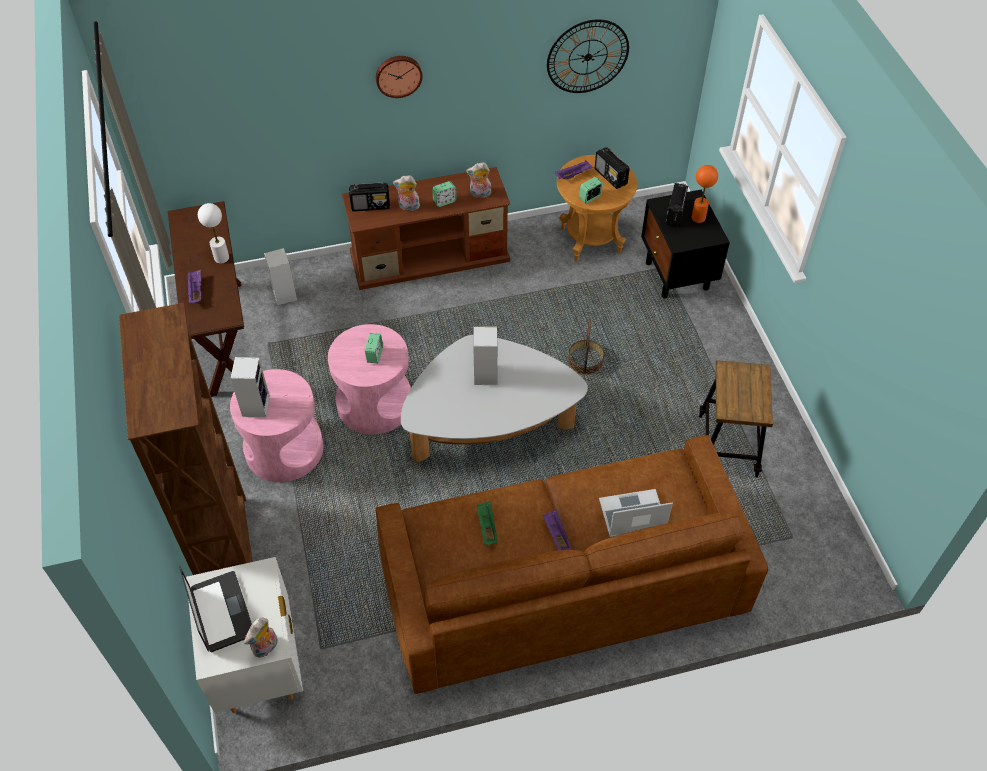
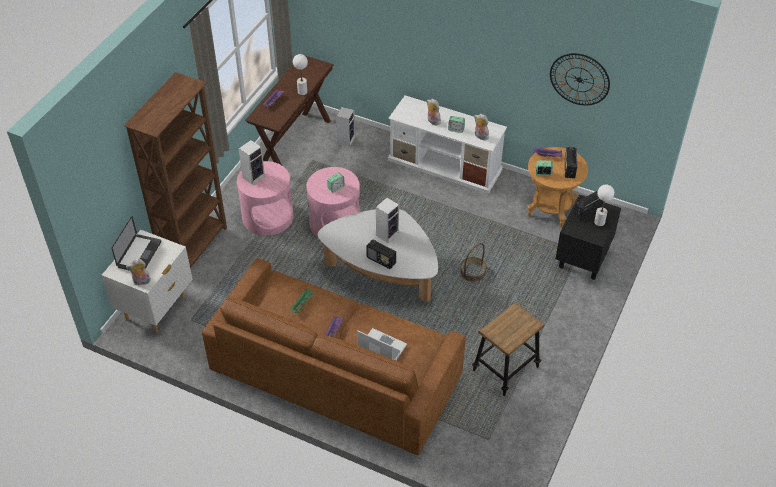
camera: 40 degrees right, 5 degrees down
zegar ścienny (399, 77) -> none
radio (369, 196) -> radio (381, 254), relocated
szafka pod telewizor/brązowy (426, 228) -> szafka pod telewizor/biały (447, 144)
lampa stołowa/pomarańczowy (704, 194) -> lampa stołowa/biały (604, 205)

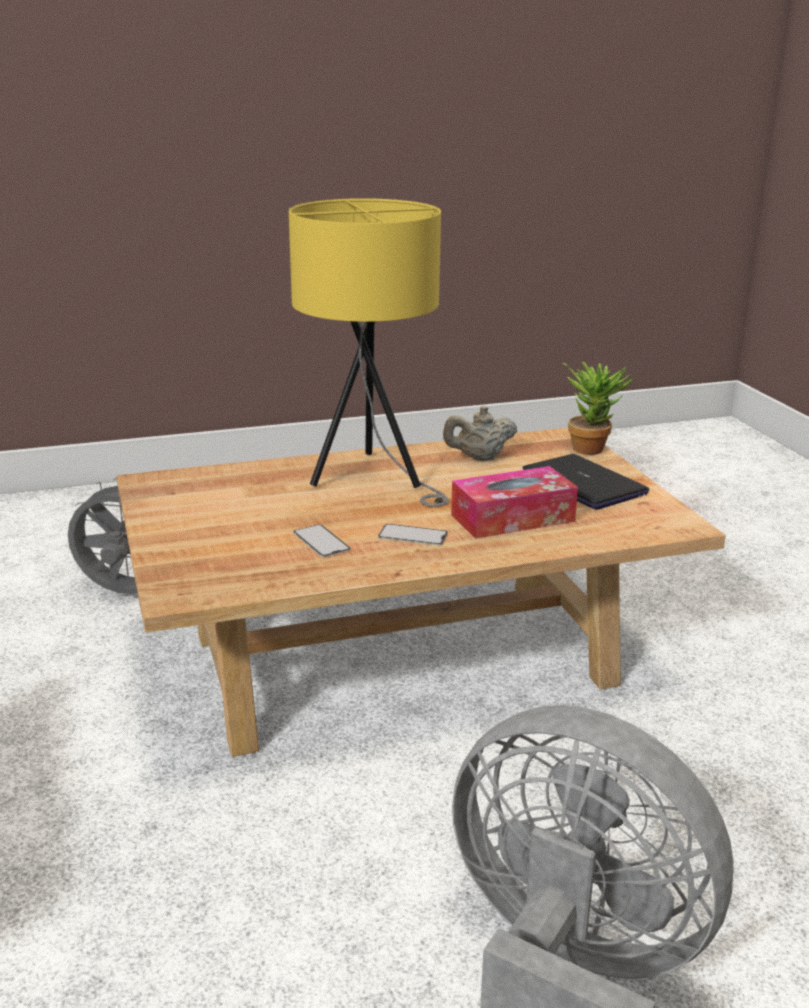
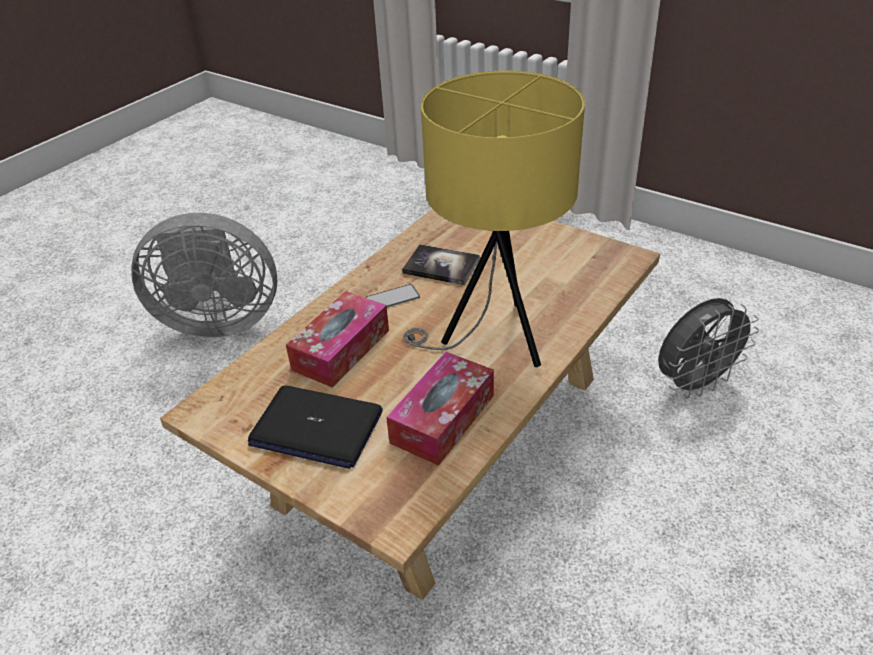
camera: 145 degrees right, 15 degrees up
roślina doniczkowa (598, 408) -> none
telefon (322, 540) -> książka (441, 264)
imbryk/beżowy (480, 433) -> pudełko chusteczek (440, 409)

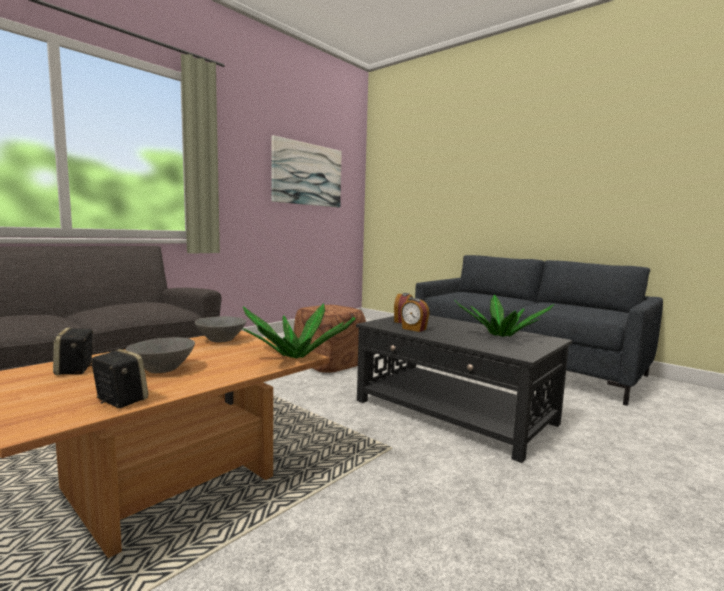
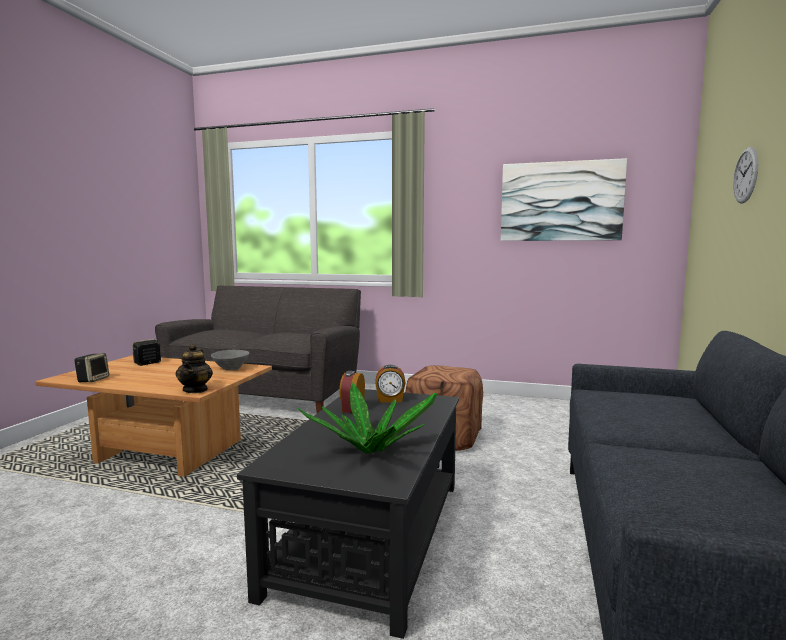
camera: 65 degrees right, 0 degrees up
miska/szary (160, 355) -> none
none -> zegar ścienny (745, 175)
roślina doniczkowa (298, 330) -> imbryk (194, 368)

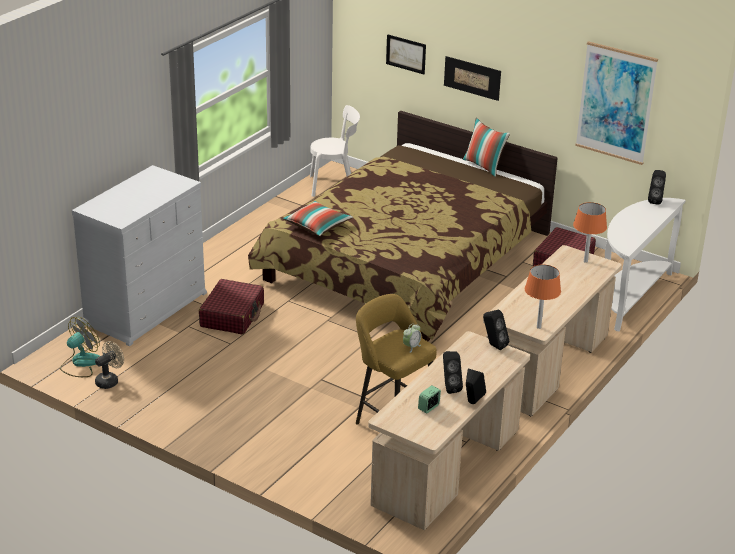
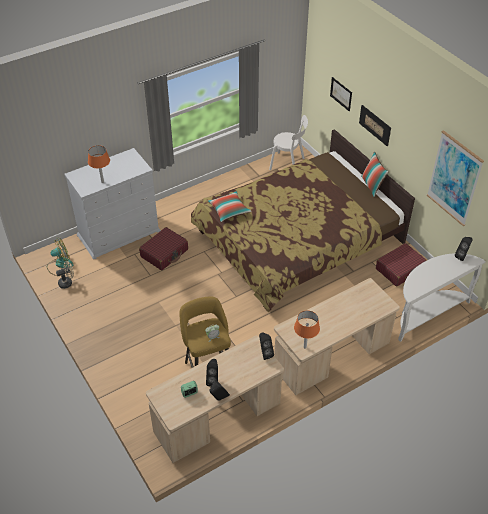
camera: 25 degrees right, 15 degrees up
lampa stołowa/pomarańczowy (590, 232) -> lampa stołowa/pomarańczowy (99, 164), relocated

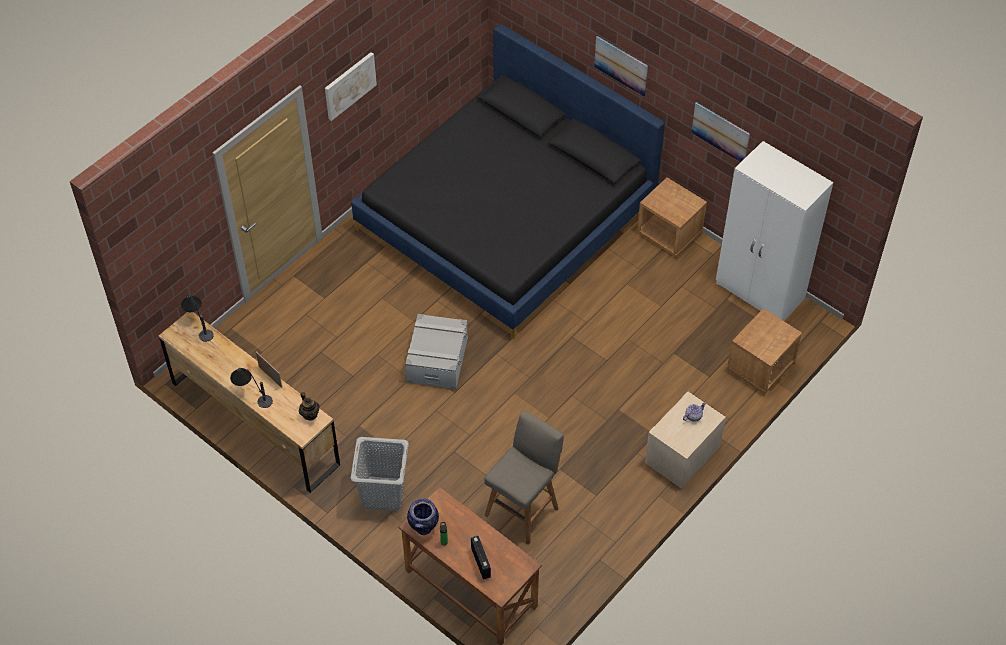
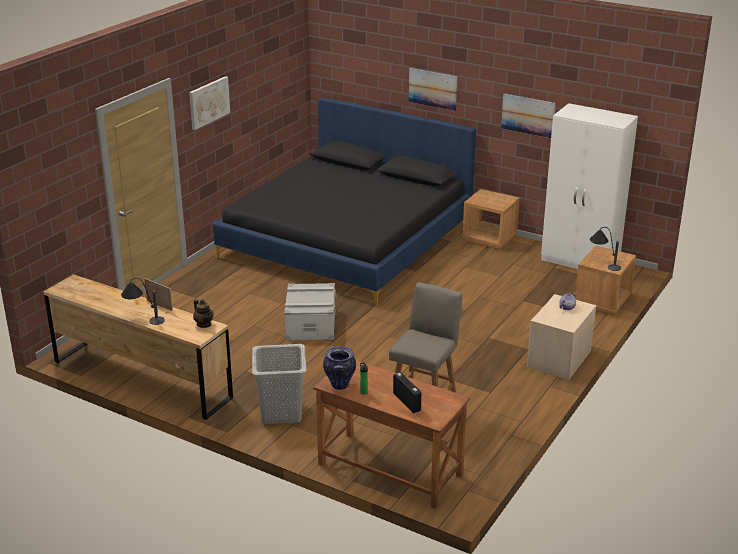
camera: 10 degrees left, 25 degrees down
lampa stołowa (197, 318) -> lampa stołowa (605, 249), relocated

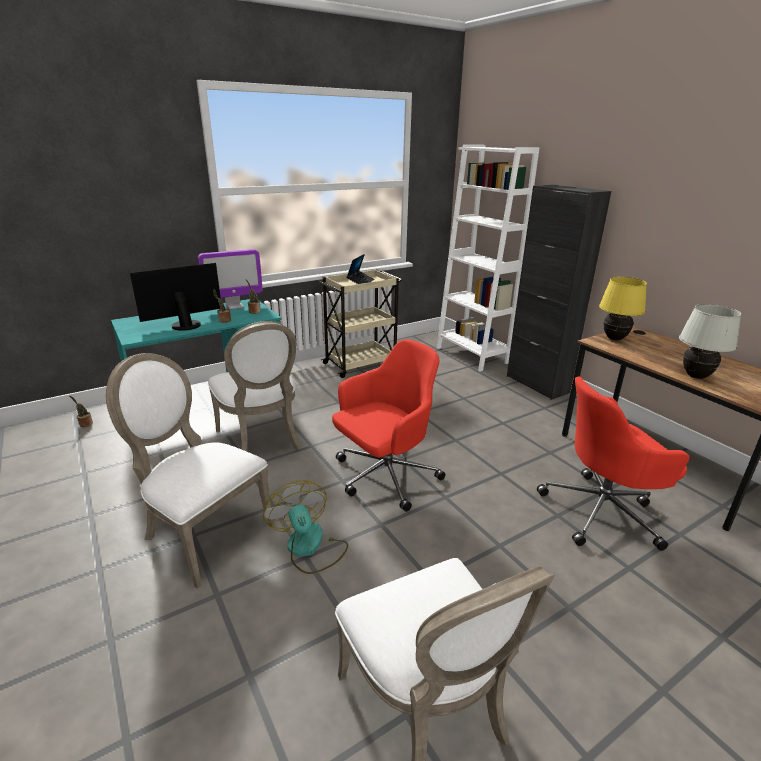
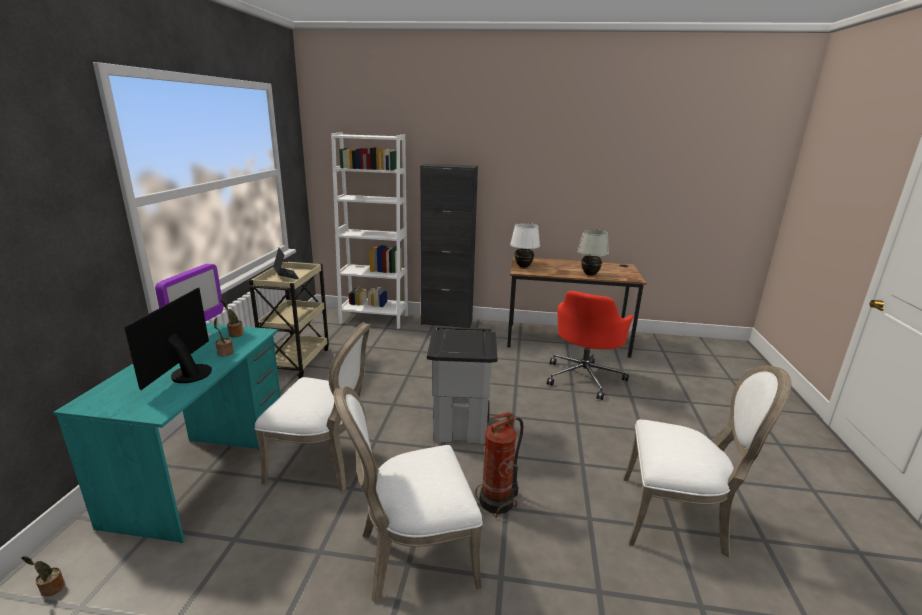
camera: 50 degrees left, 5 degrees down
wentylator (305, 527) -> gaśnica (499, 464)
krzesło biurowe/czerwony (389, 425) -> kosz na śmieci/szary (462, 385)
lampa stołowa/żółty (623, 308) -> lampa stołowa/biały (525, 245)

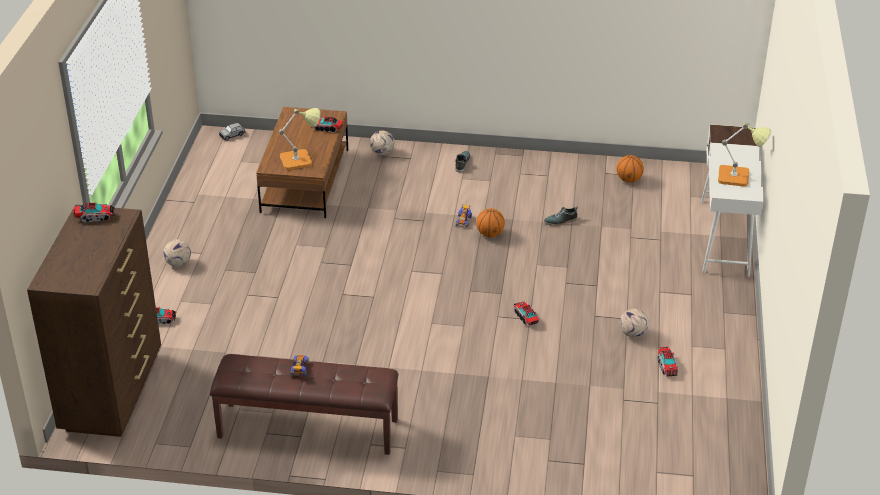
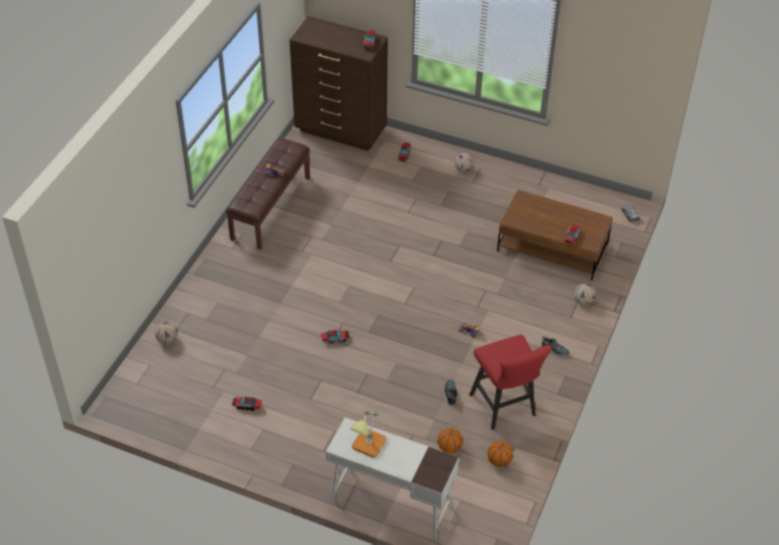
camera: 105 degrees right, 10 degrees up
lampa stołowa (300, 139) -> none
none -> stołek/czerwony (510, 382)
piłka do koszykówki (490, 222) -> piłka do koszykówki (450, 441), relocated
piłka futbolowa (634, 323) -> piłka futbolowa (166, 333), relocated

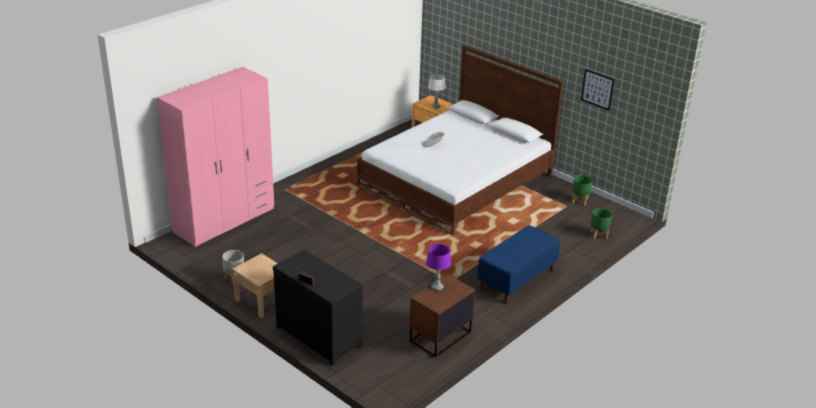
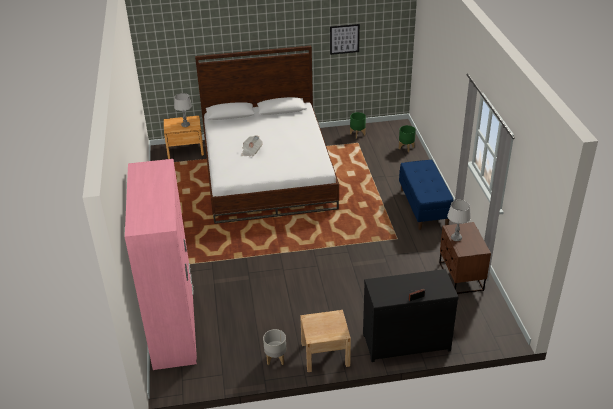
camera: 50 degrees left, 5 degrees up
lampa stołowa/fioletowy (438, 267) -> lampa stołowa/szary (459, 220)

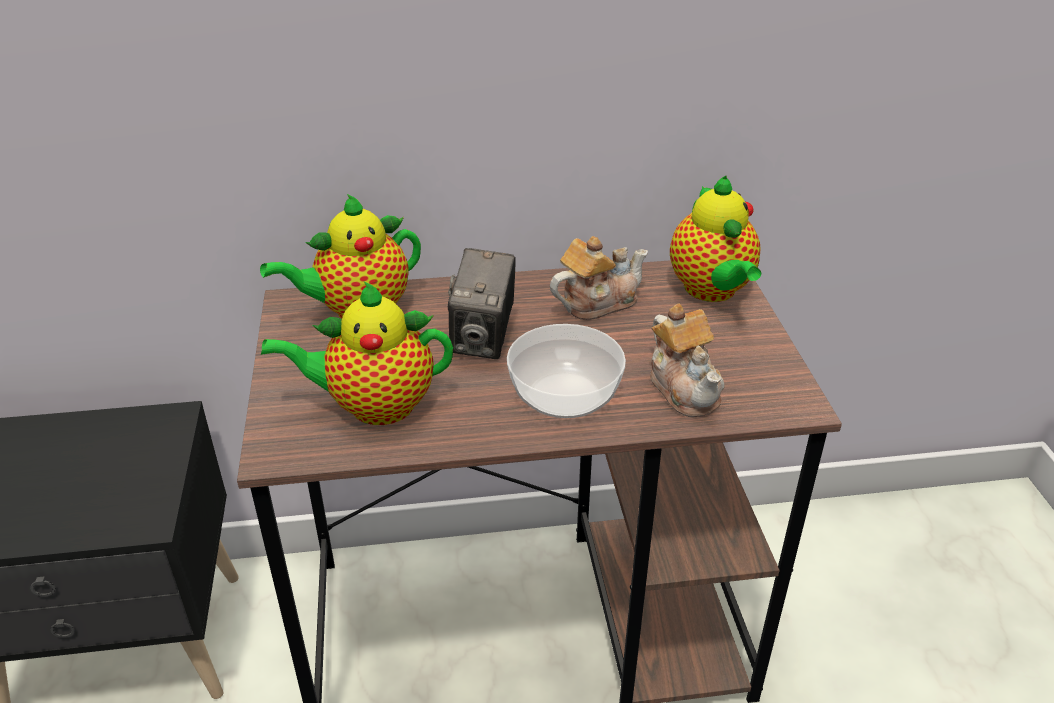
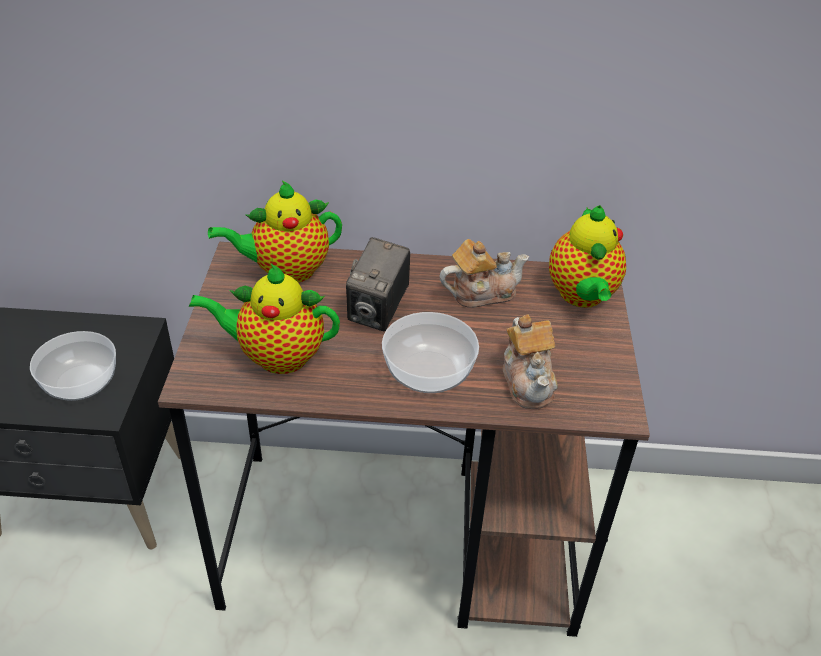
camera: 10 degrees right, 5 degrees up
none -> miska (73, 366)

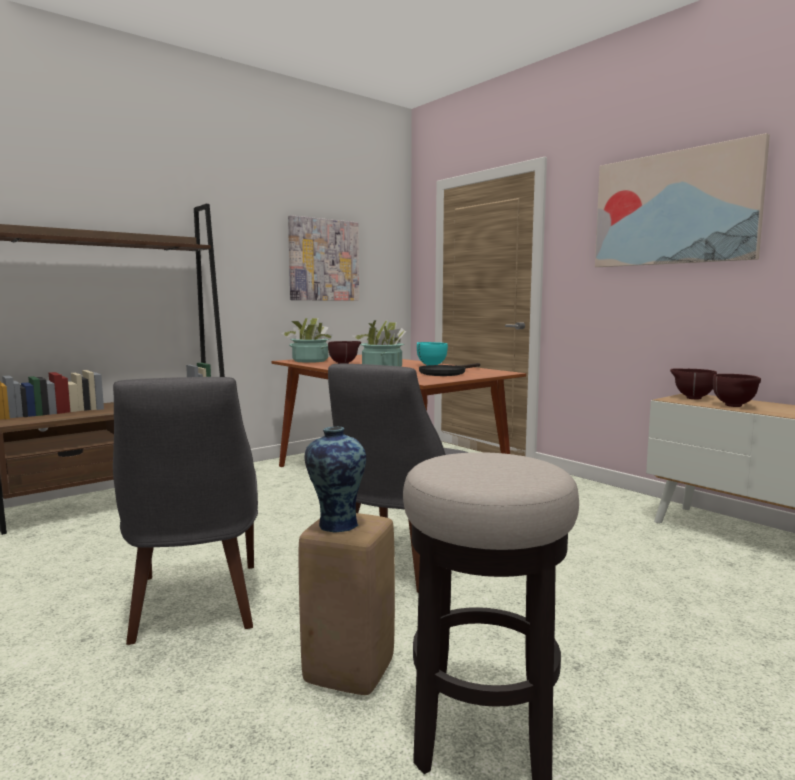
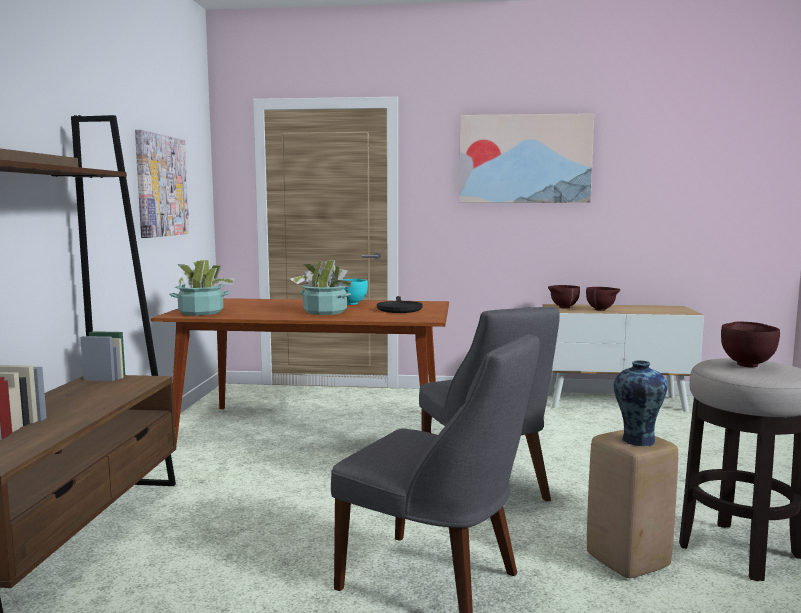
camera: 45 degrees left, 0 degrees up
miska/brązowy (344, 352) -> miska/brązowy (750, 344), relocated

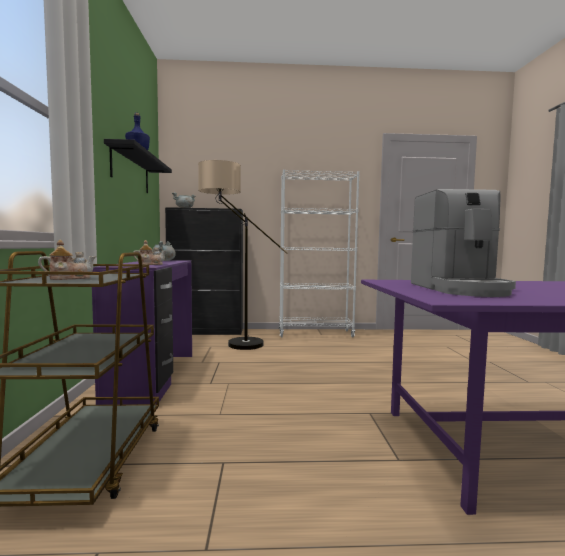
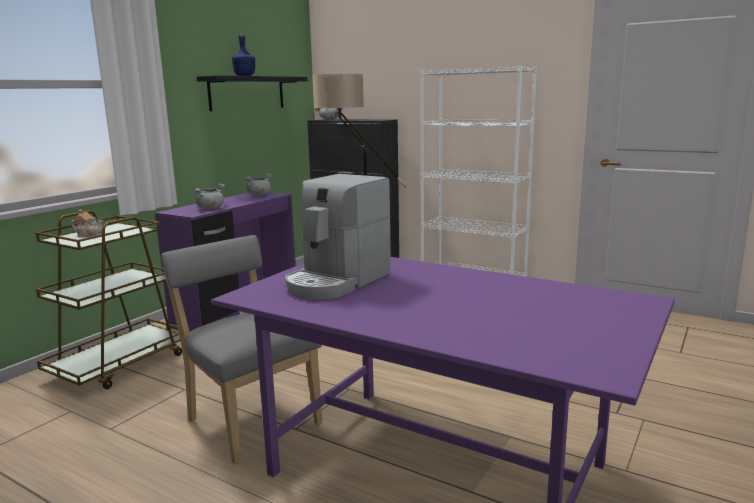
camera: 35 degrees right, 10 degrees up
none -> krzesło/szary (241, 349)
imbryk (150, 252) -> garnek/szary (209, 196)

